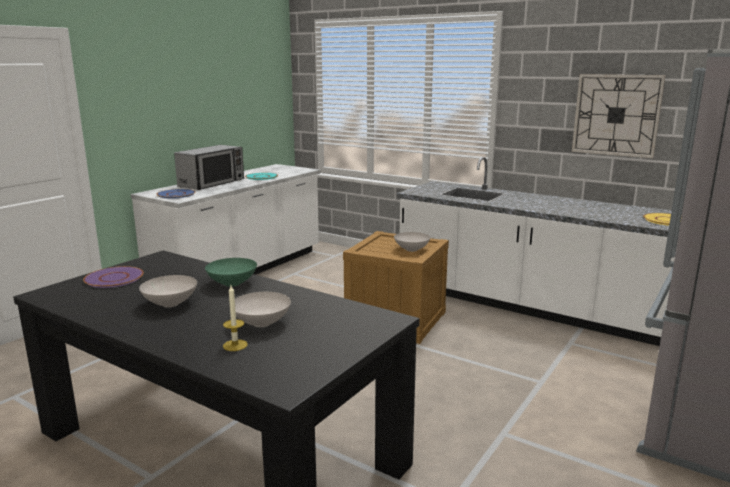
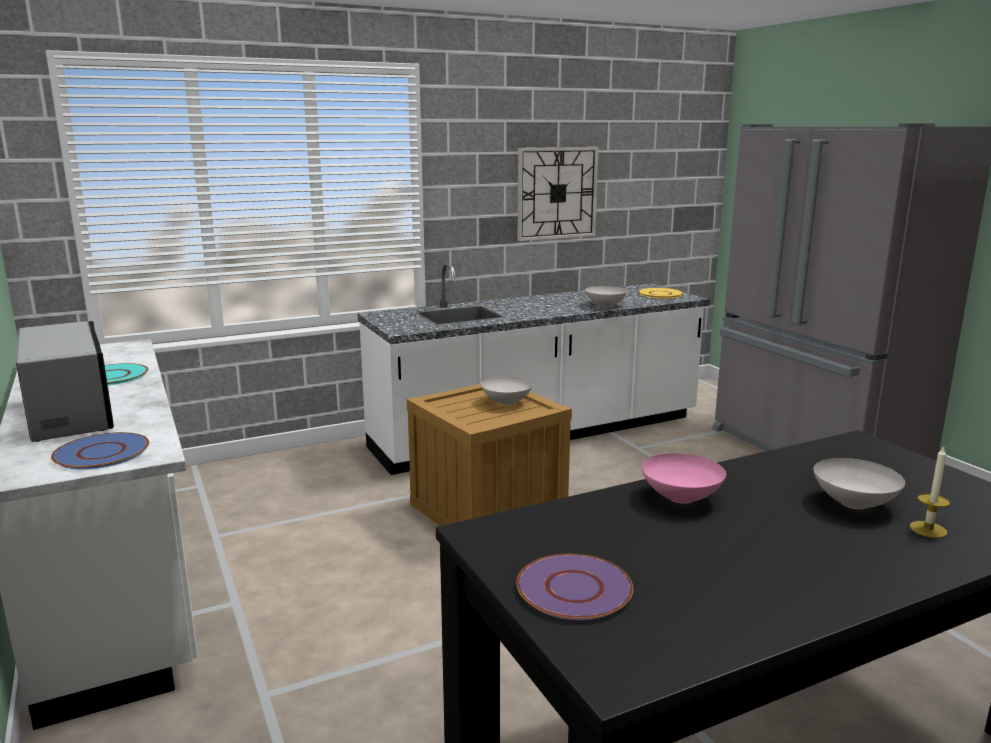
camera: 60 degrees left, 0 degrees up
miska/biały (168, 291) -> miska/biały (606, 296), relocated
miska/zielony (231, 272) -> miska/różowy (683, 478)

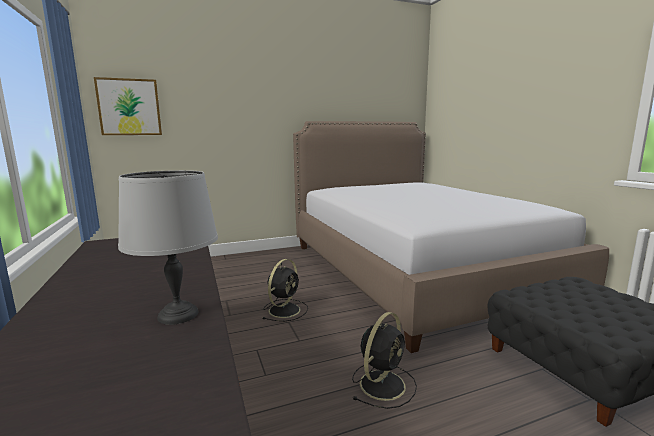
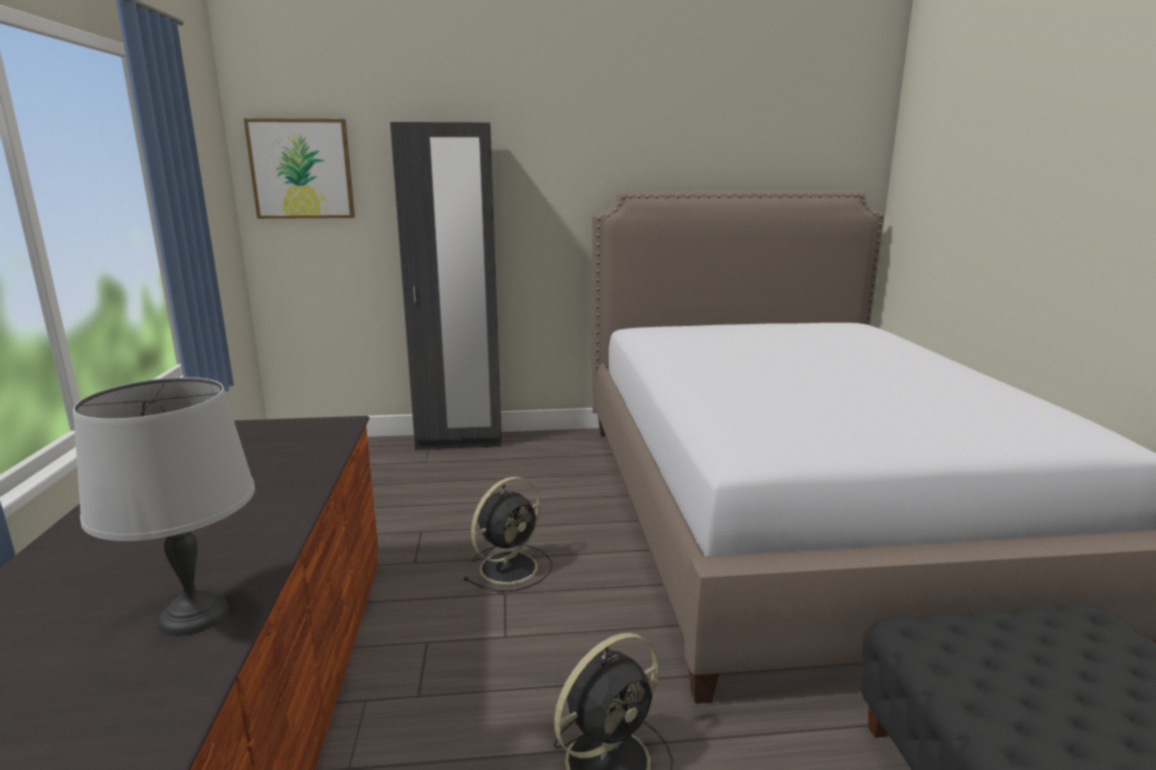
camera: 15 degrees right, 5 degrees up
none -> szafa/czarny (446, 286)

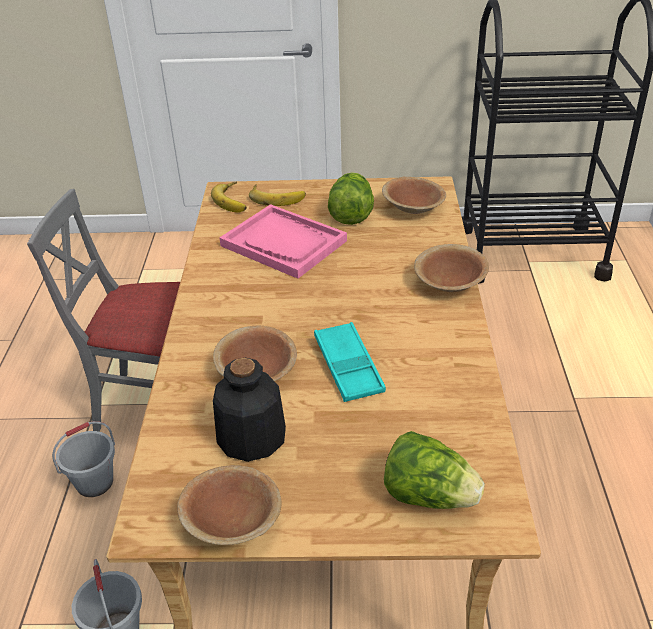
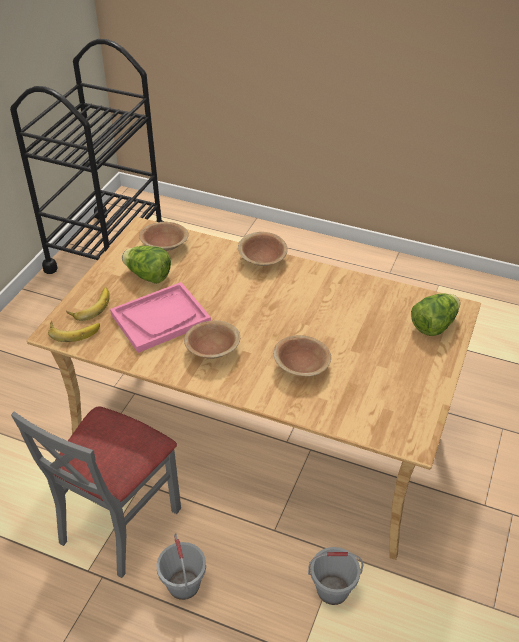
camera: 70 degrees left, 5 degrees up
butelka (249, 410) -> none
taca/turkusowy (350, 362) -> none
miska/brązowy (229, 505) -> miska/brązowy (212, 339), relocated

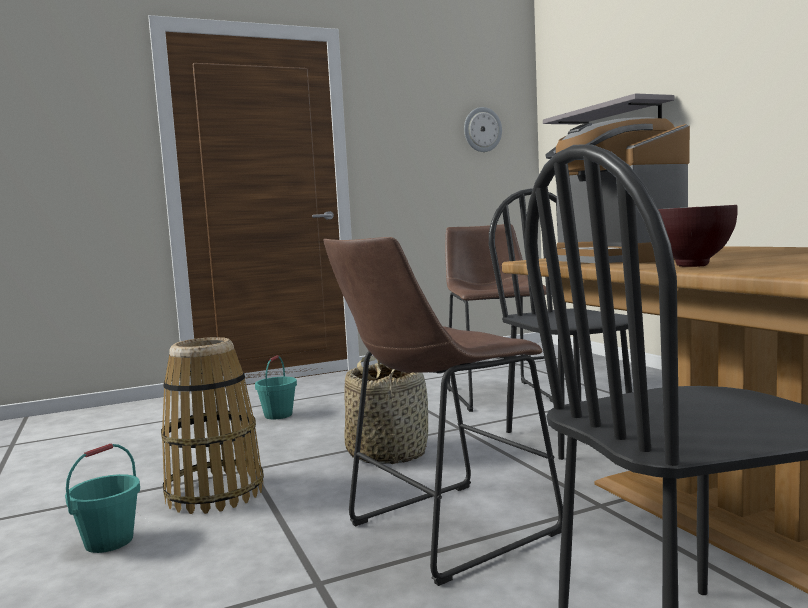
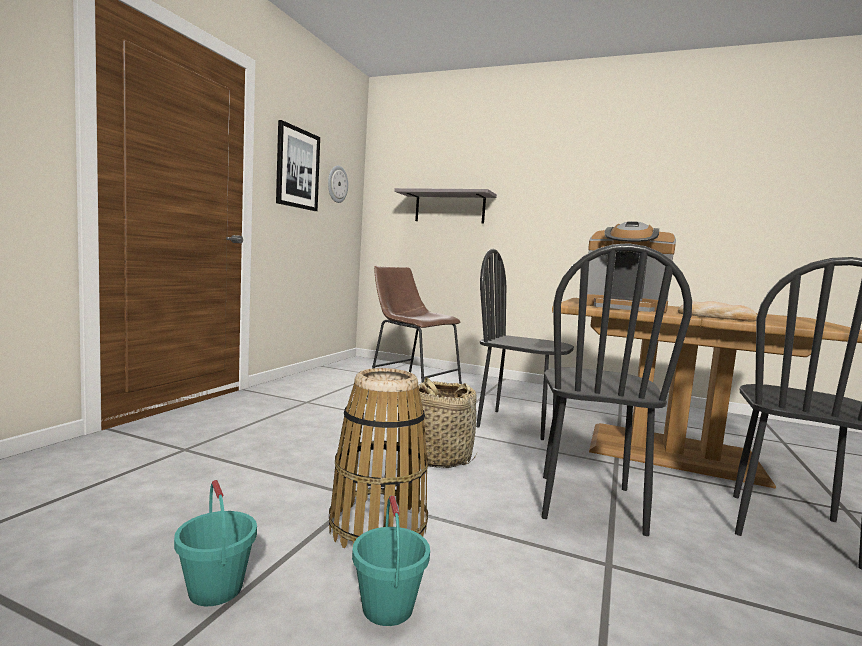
camera: 45 degrees left, 0 degrees up
none -> obraz (298, 165)
wiadro/turkusowy (276, 387) -> wiadro/turkusowy (215, 543), relocated
stołek/brązowy (443, 411) -> krzesło/czarny (616, 389)
miska/brązowy (698, 236) -> chleb (717, 311)

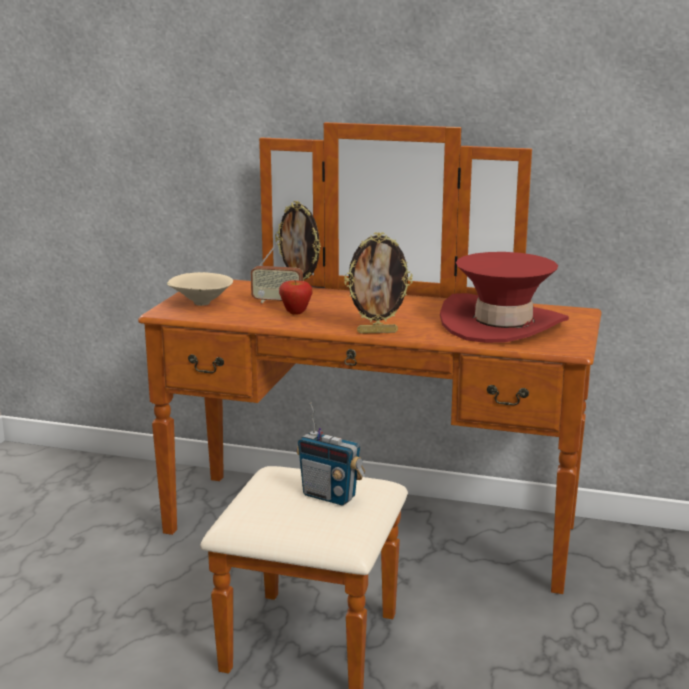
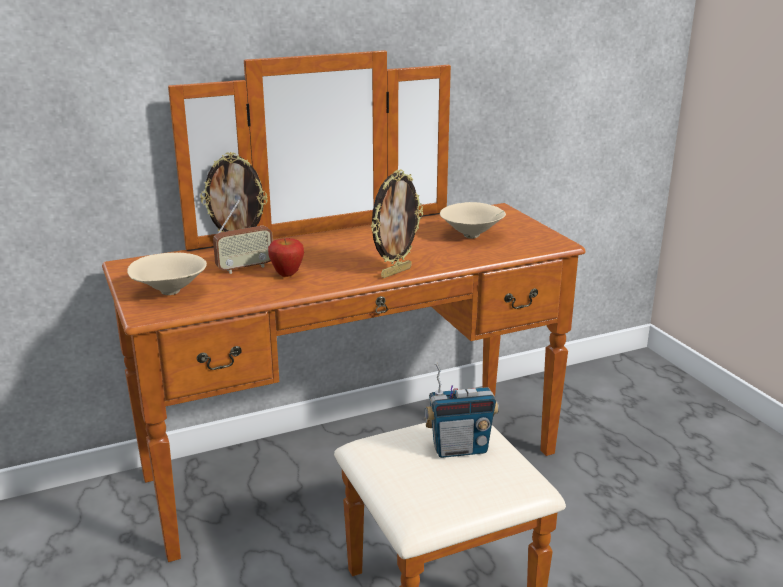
camera: 40 degrees left, 5 degrees up
kapelusz/czerwony (504, 297) -> miska/beżowy (473, 220)

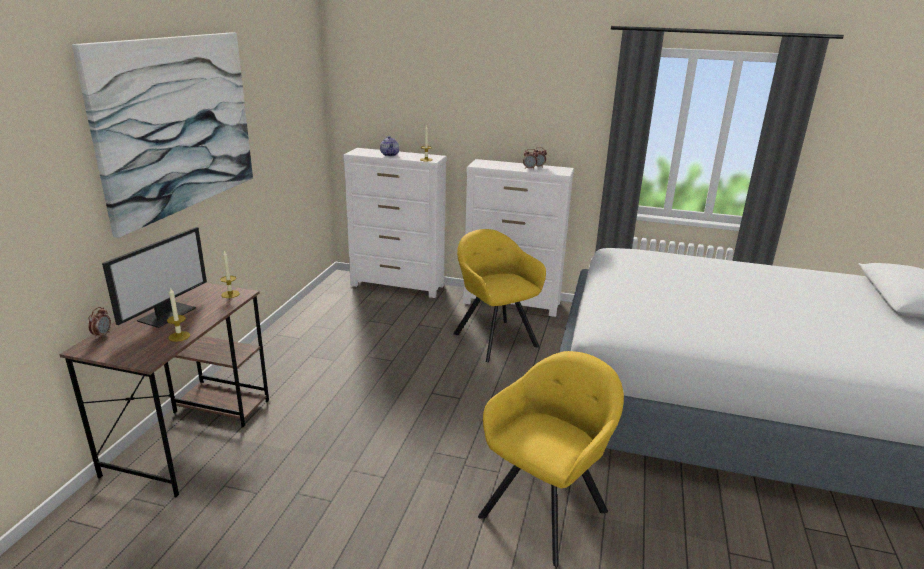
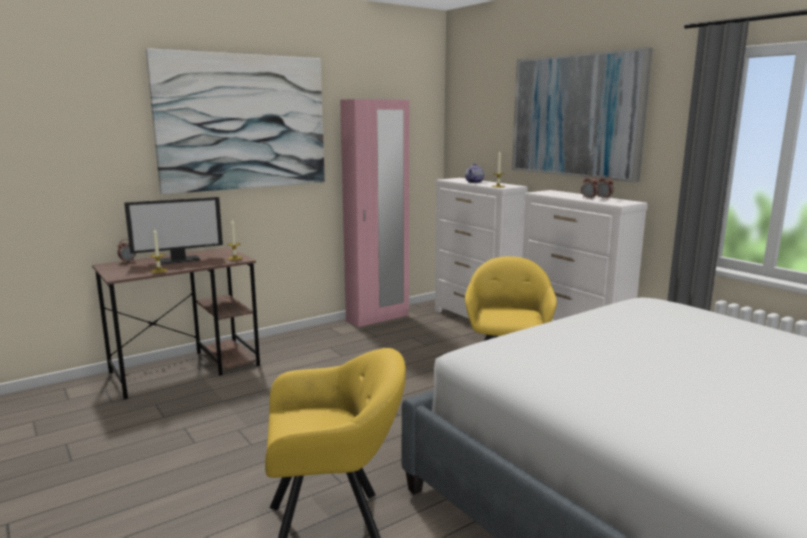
camera: 40 degrees right, 10 degrees down
none -> szafa/różowy (374, 213)
none -> obraz (582, 115)

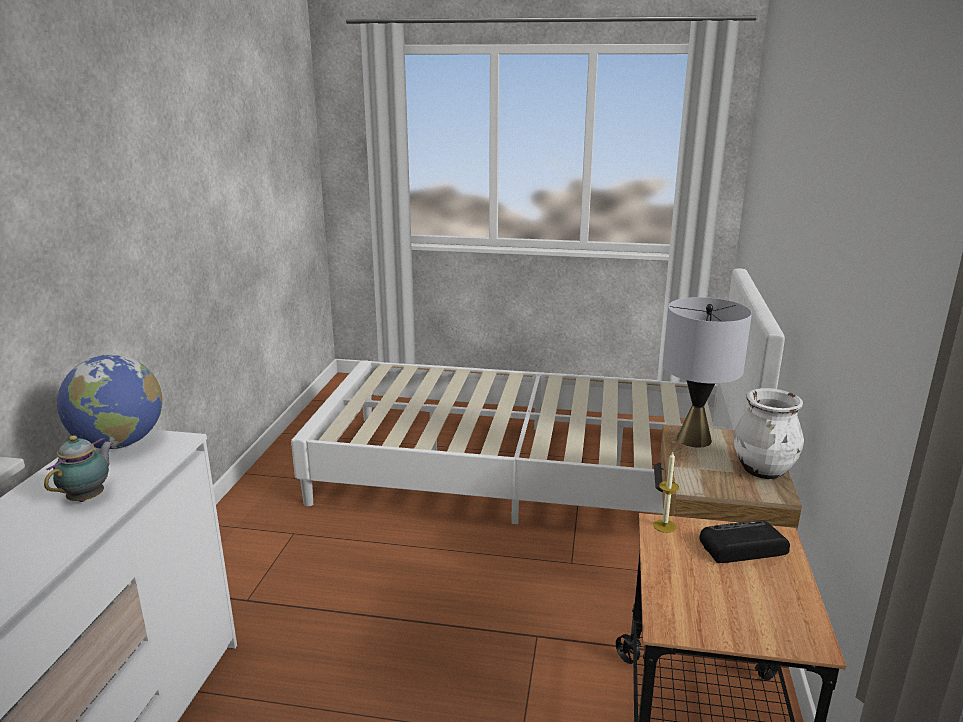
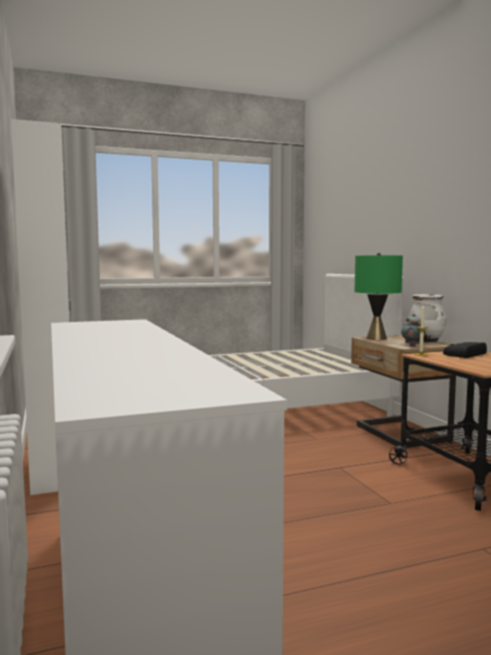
camera: 30 degrees left, 15 degrees down
globus (109, 401) -> none
none -> szafa/biały (41, 307)
imbryk (78, 468) -> imbryk (413, 330), relocated
lampa stołowa/szary (707, 372) -> lampa stołowa/zielony (379, 296)

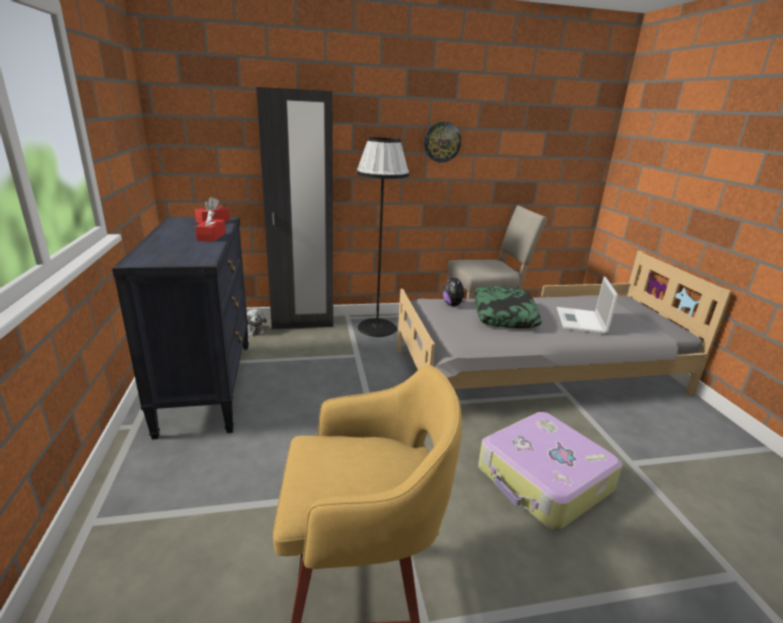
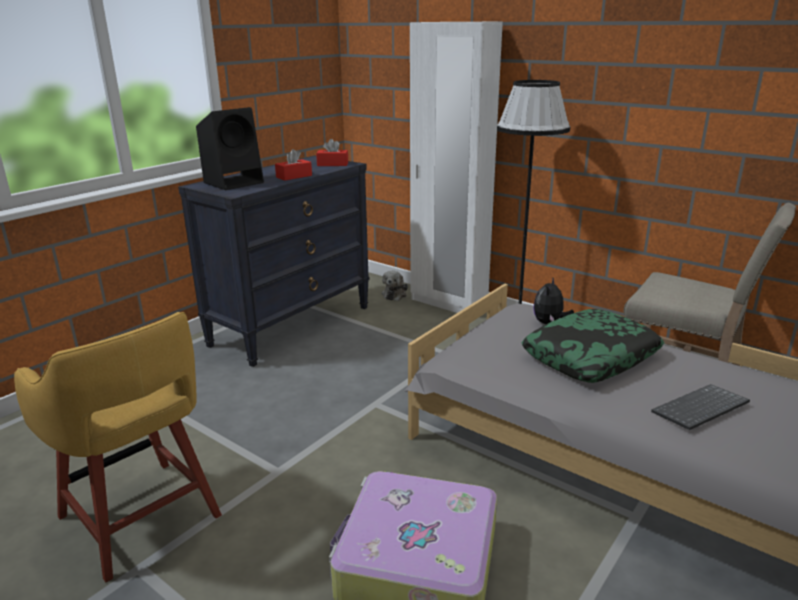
camera: 50 degrees right, 0 degrees up
zegar ścienny (442, 142) -> none
none -> głośnik/czarny (230, 148)
laptop (587, 305) -> klawiatura (700, 407)
szafa/czarny (294, 208) -> szafa/biały (456, 167)

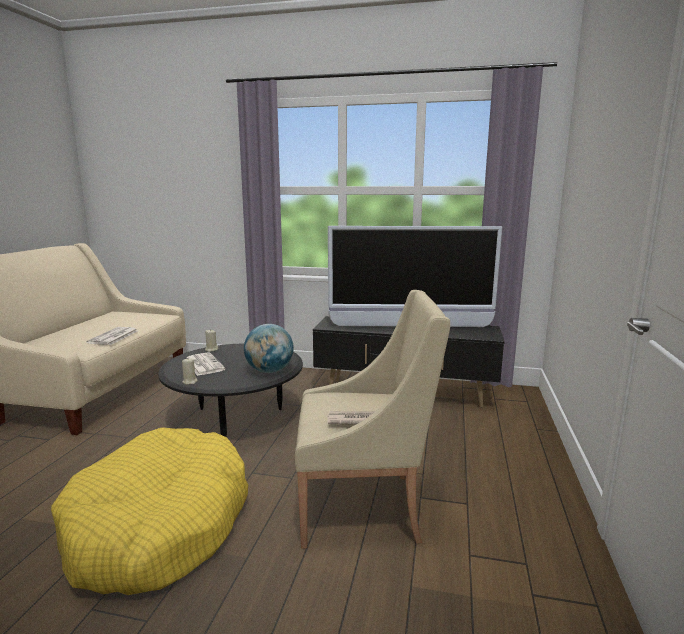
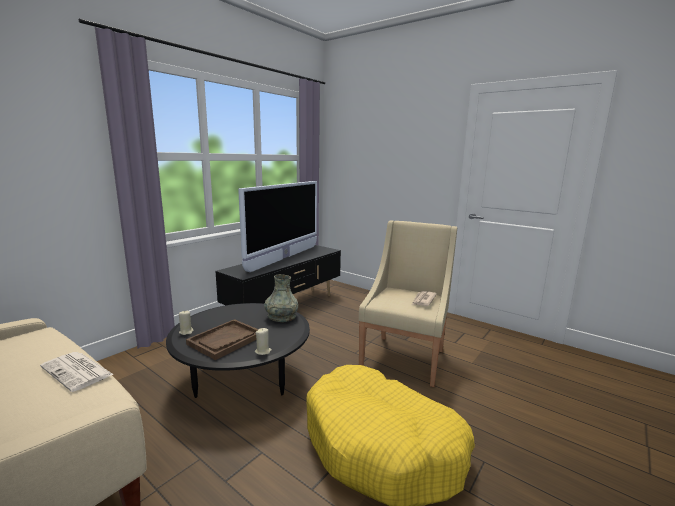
camera: 65 degrees left, 0 degrees up
gazeta (206, 364) -> taca/brązowy (222, 339)
globus (269, 348) -> wazon/szary (281, 298)

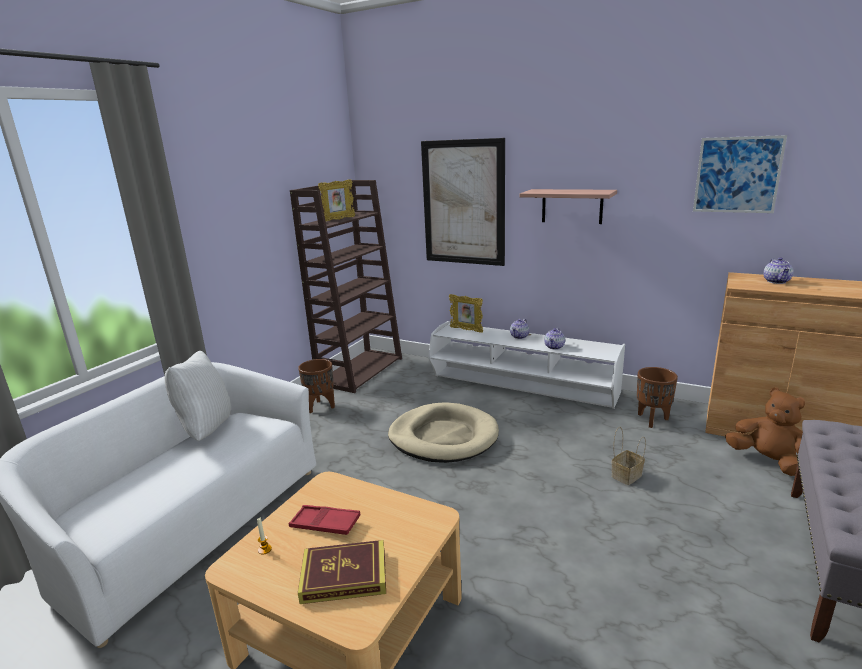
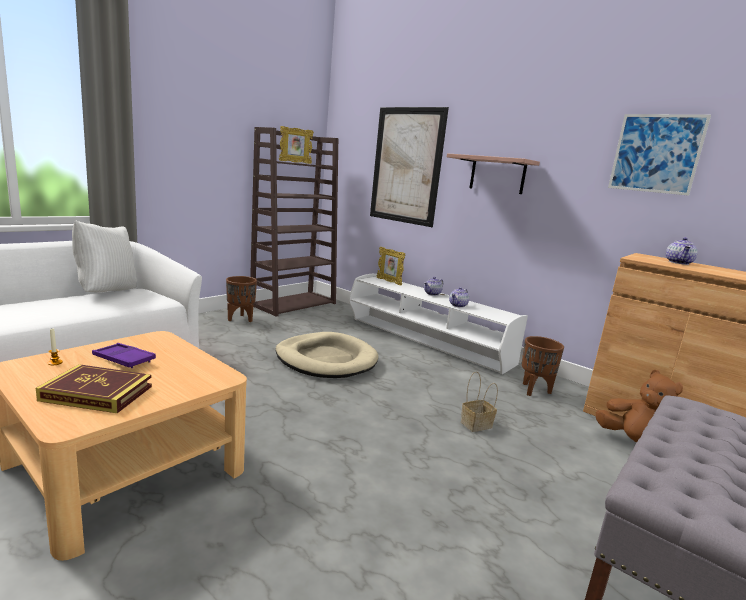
camera: 10 degrees right, 5 degrees down
taca/czerwony (325, 520) -> taca/fioletowy (124, 355)

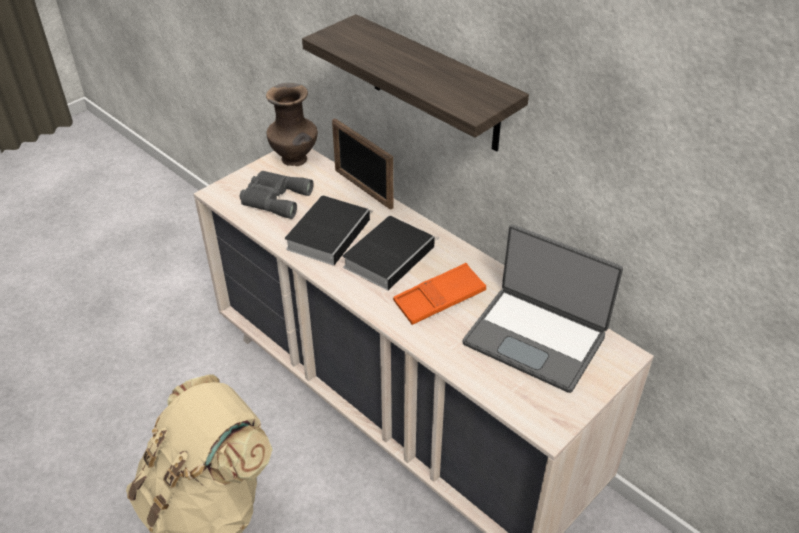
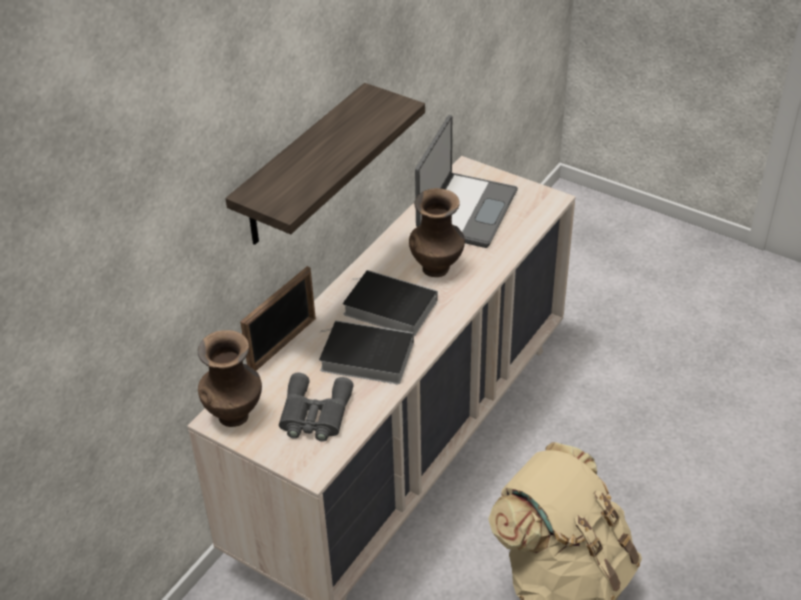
camera: 100 degrees left, 0 degrees up
taca/pomarańczowy (439, 294) -> wazon/brązowy (437, 232)

